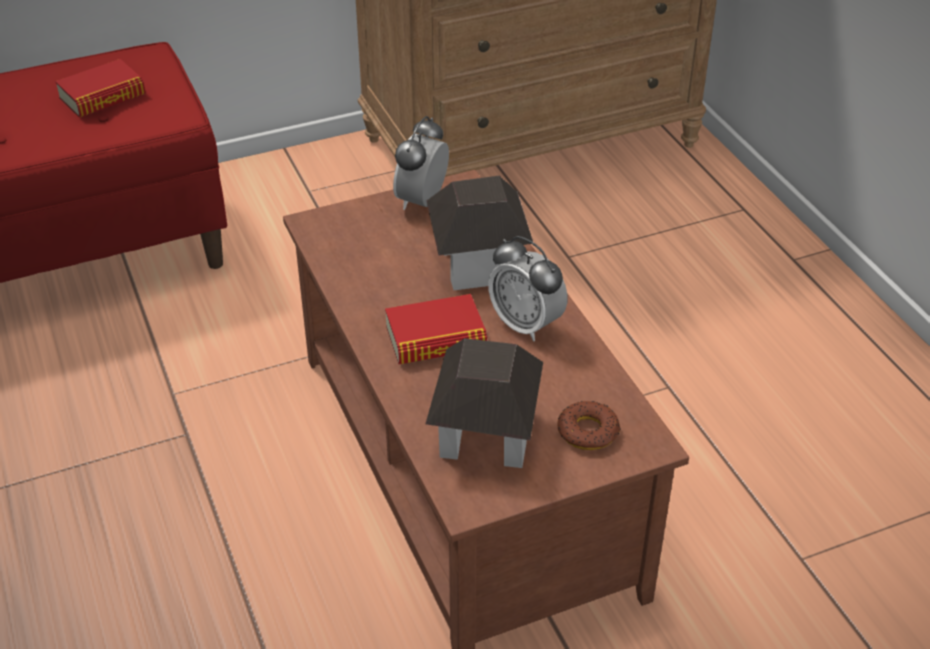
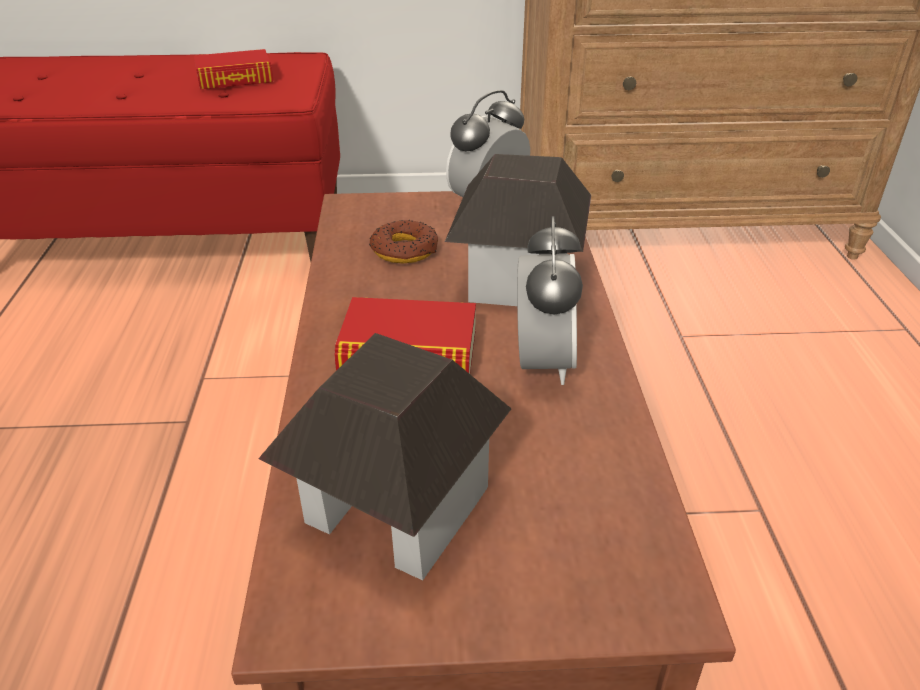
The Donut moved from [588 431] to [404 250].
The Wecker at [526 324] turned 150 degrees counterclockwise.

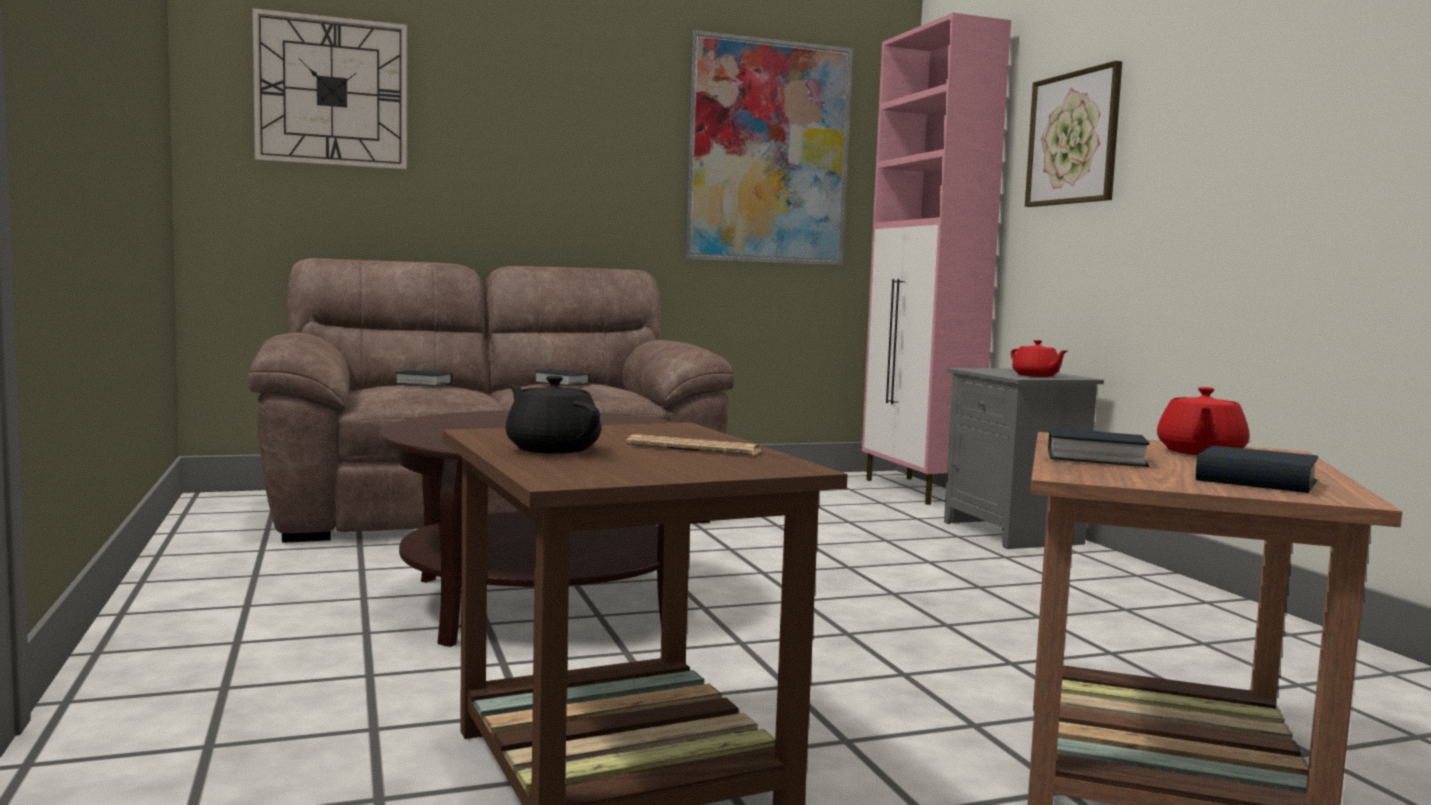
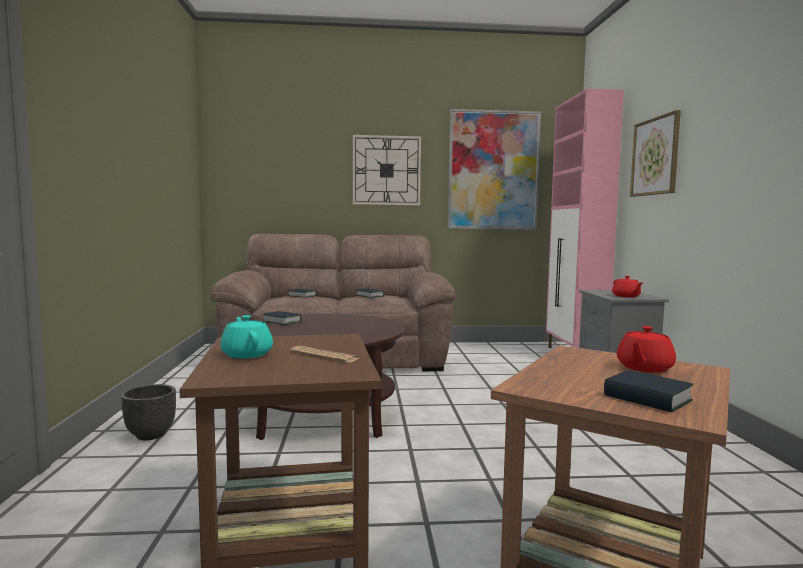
The Pflanzkübel/schwarz at [151 435] appeared.
The Teekanne/schwarz at [552 449] became the Teekanne/türkis at [247 354].
The Buch moved from [1095 459] to [282 322].
The Wanduhr moved from [331 92] to [386 170].

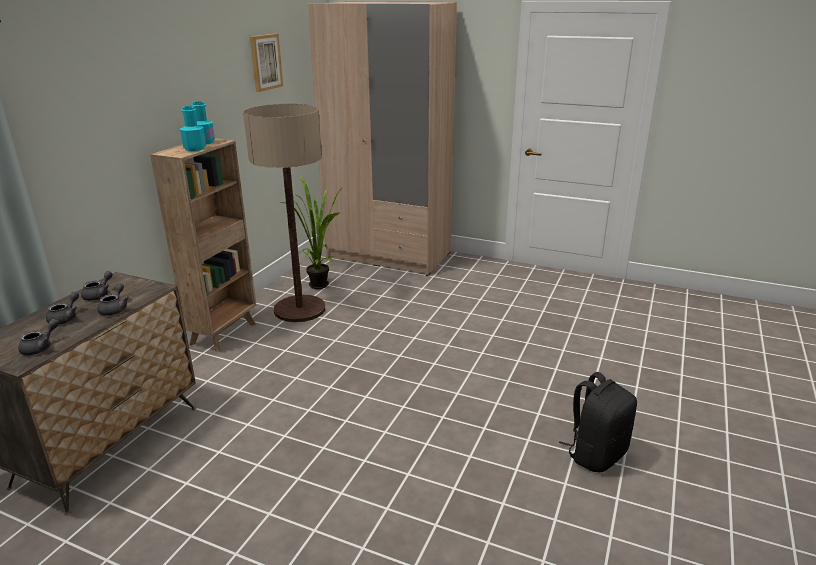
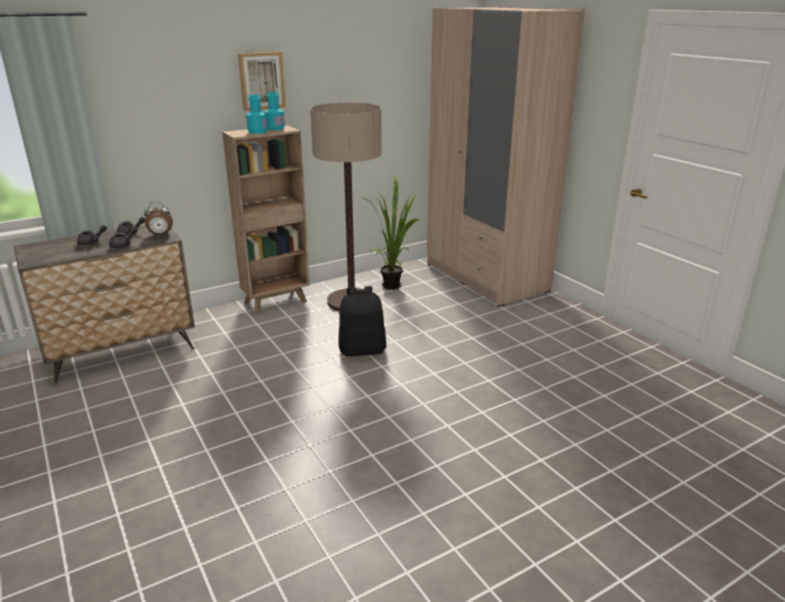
The Wecker at [160 235] appeared.
The Bild moved from [265 62] to [261 81].
The Rucksack/schwarz moved from [596 454] to [362 350].
The Teekanne/grau at [41 347] disappeared.

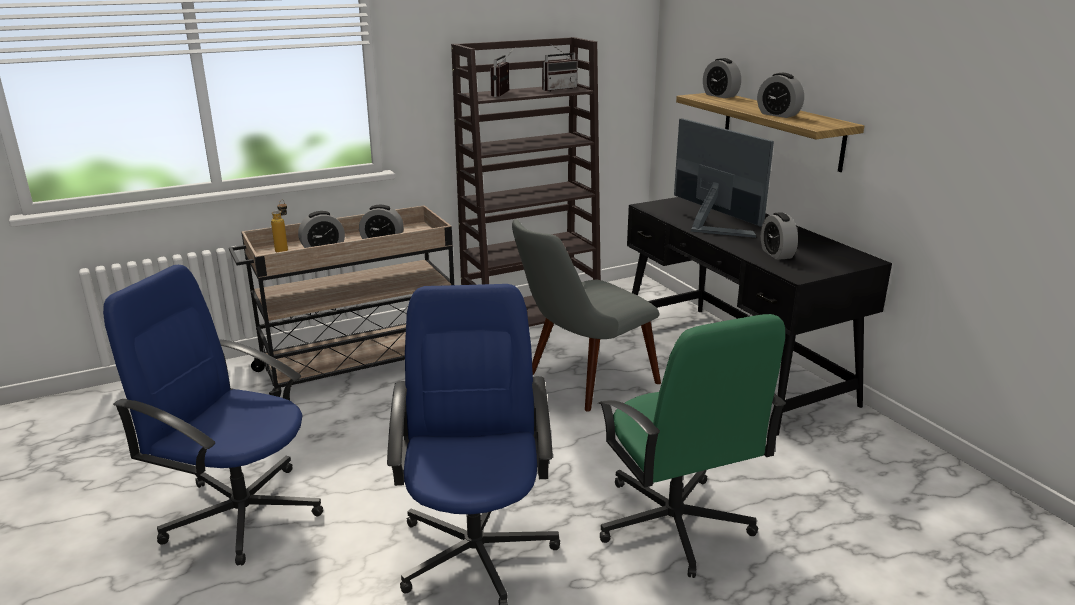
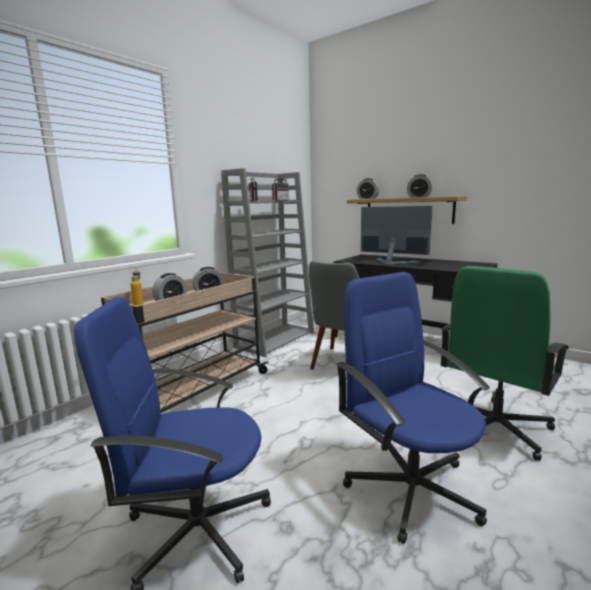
The Bücherregal/braun at [532 313] became the Bücherregal/grau at [275 339].
The Bürostuhl/grün at [673 524] turned 90 degrees clockwise.
The Wecker at [776 254] disappeared.

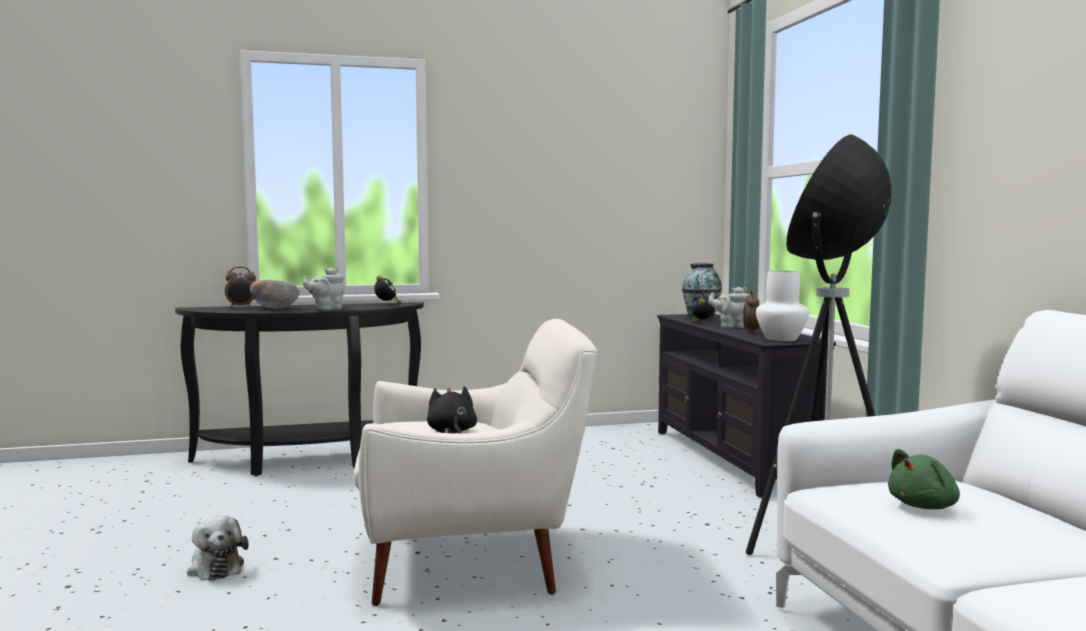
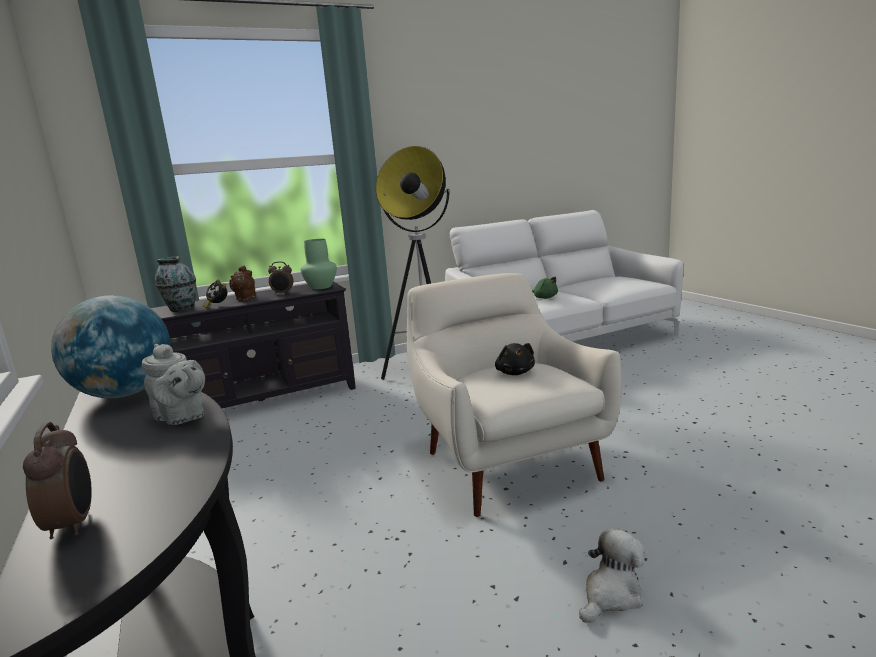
The Wecker at [387 304] was replaced by the Globus at [125 394].
The Teekanne/grau at [731 326] became the Teekanne/braun at [245 299].
The Vase/weiß at [780 339] became the Vase/grün at [321 287].
The Plüschtier/schwarz at [451 432] turned 75 degrees counterclockwise.
The Schüssel at [275 309] disappeared.

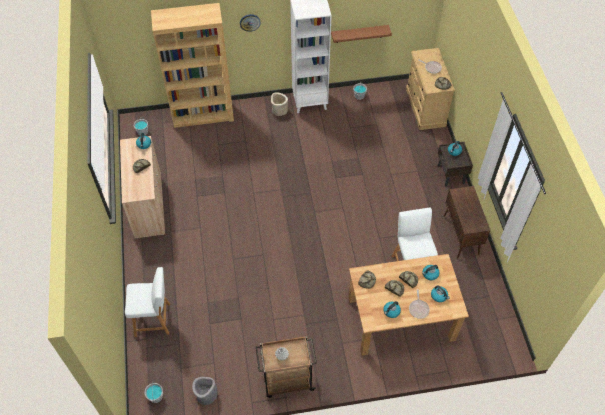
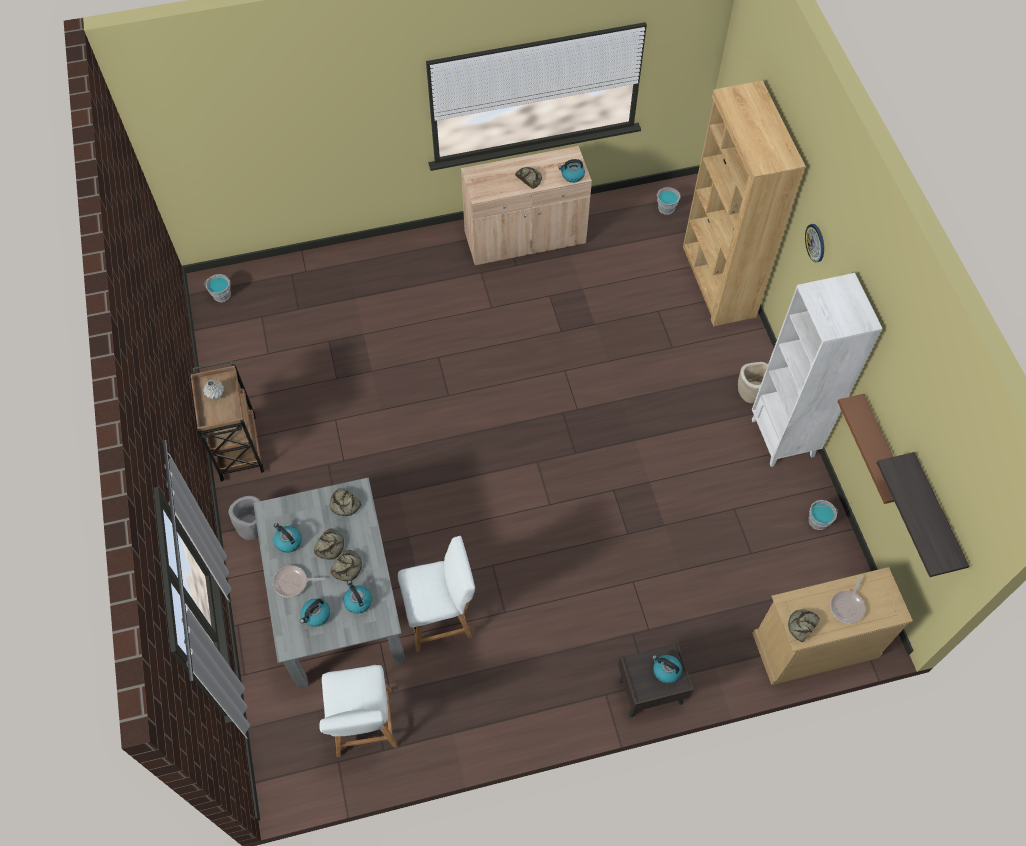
The Pflanzkübel/grau moved from [206 395] to [252 526].
The Esstisch/braun at [401 318] became the Esstisch/grau at [339 602].
The Stuhl/weiß moved from [155 319] to [364 726].
The Wandregal at [935 514] appeared.
The Schrank/braun at [461 235] disappeared.

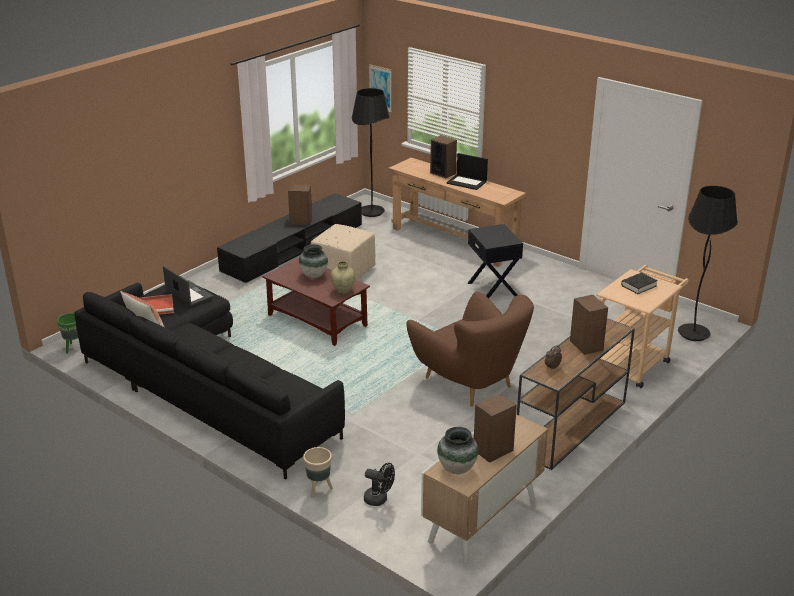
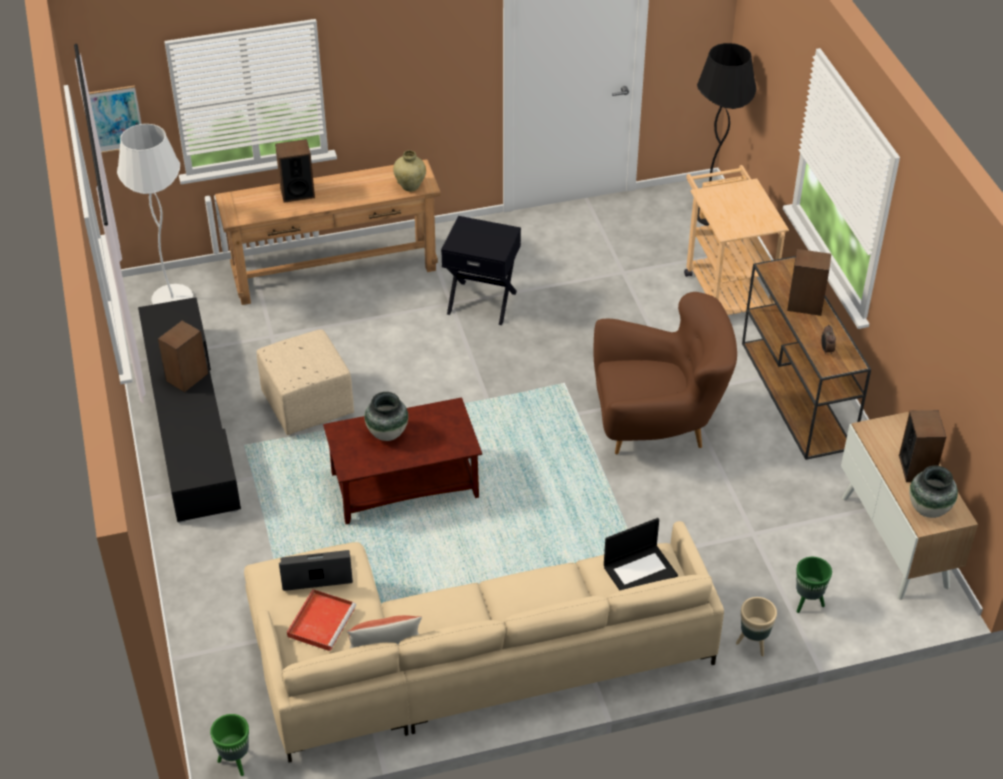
The Stehlampe/schwarz at [372 212] became the Stehlampe/weiß at [173 300].
The Sofa/schwarz at [205 386] became the Sofa/beige at [462 658].
The Vase/beige moved from [343 290] to [410 186].
The Laptop moved from [467 182] to [640 570].
The Ventilator/schwarz at [379 499] was replaced by the Pflanzkübel/grün at [807 603].
The Buch/schwarz at [638 286] disappeared.

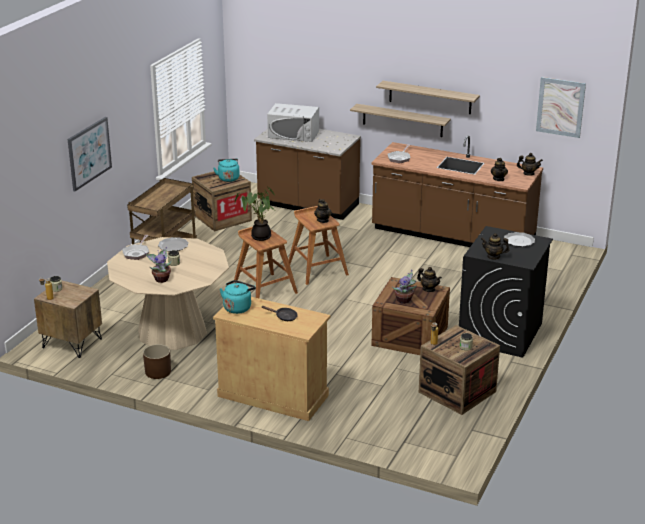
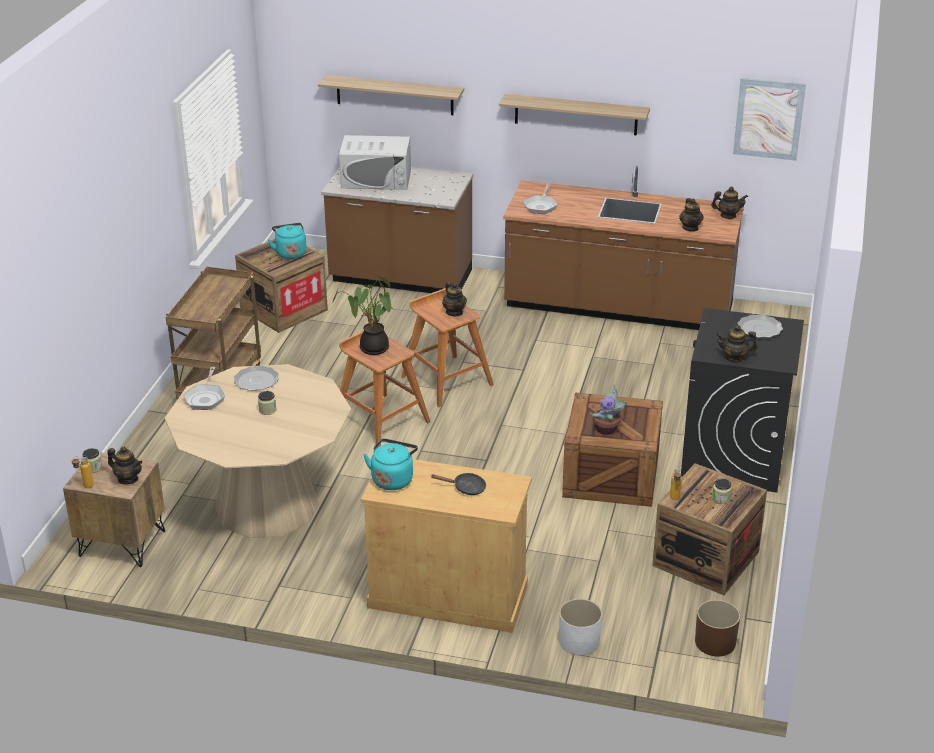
The Teekanne moved from [428 289] to [128 479].
The Wandregal moved from [402 120] to [394 95].
The Pflanzkübel/weiß at [579 641] appeared.
The Pflanzkübel/braun moved from [157 372] to [715 642].
The Bild at [89 153] disappeared.
The Topfpflanze at [161 279] disappeared.

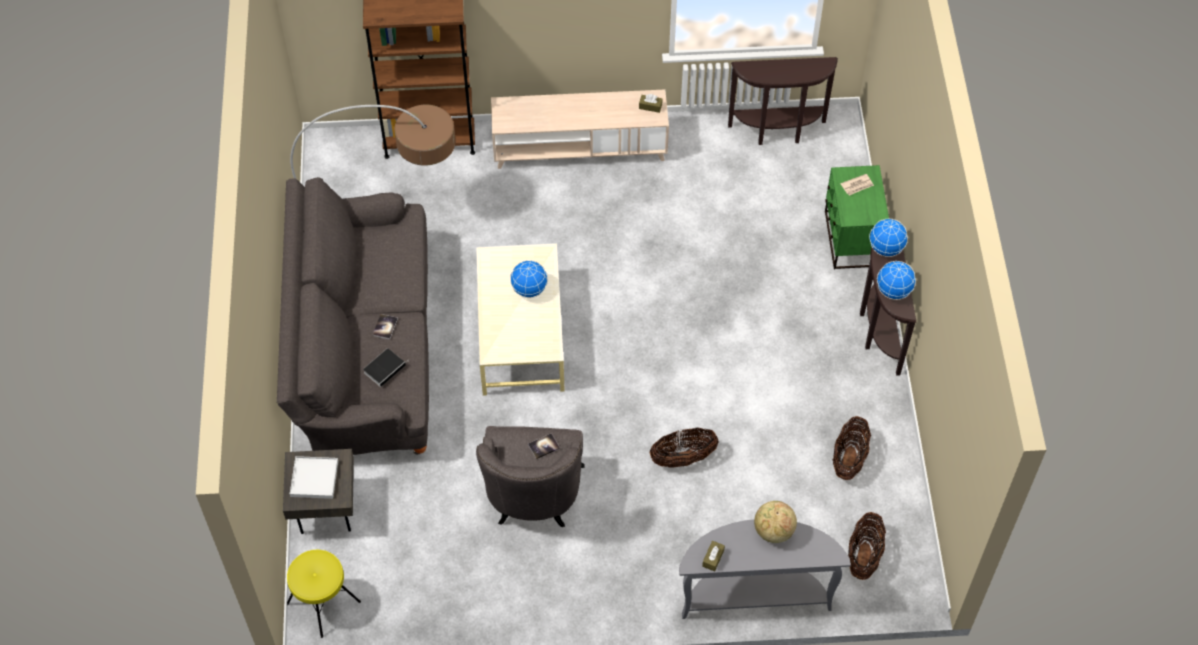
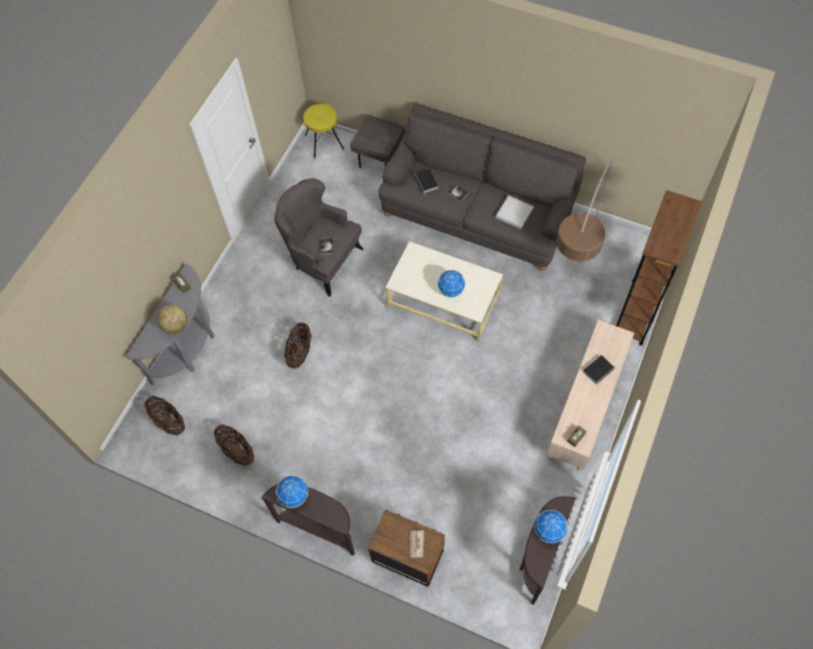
The Nachttisch/grün at [850 239] became the Nachttisch/braun at [407 556].
The Tablett/weiß moved from [314 478] to [514 213].
The Globus moved from [886 248] to [549 531].
The Buch at [598 370] appeared.

